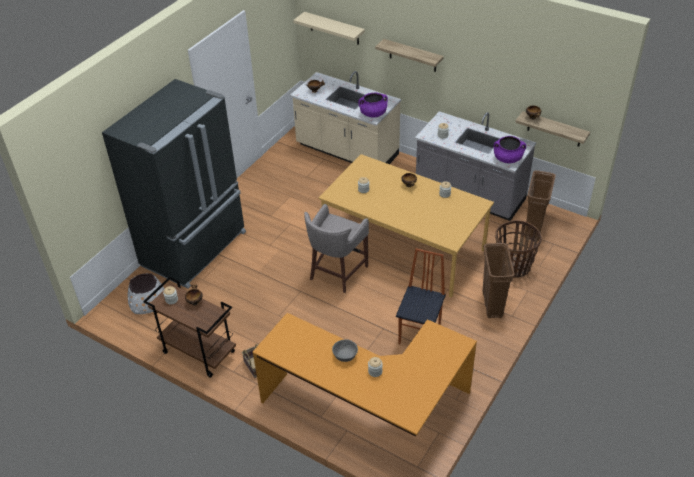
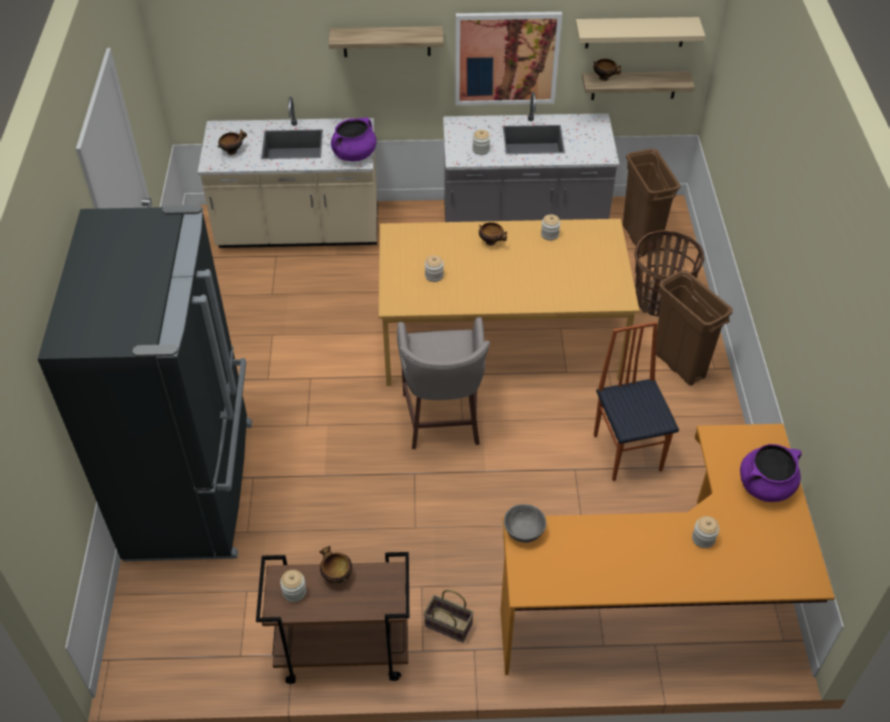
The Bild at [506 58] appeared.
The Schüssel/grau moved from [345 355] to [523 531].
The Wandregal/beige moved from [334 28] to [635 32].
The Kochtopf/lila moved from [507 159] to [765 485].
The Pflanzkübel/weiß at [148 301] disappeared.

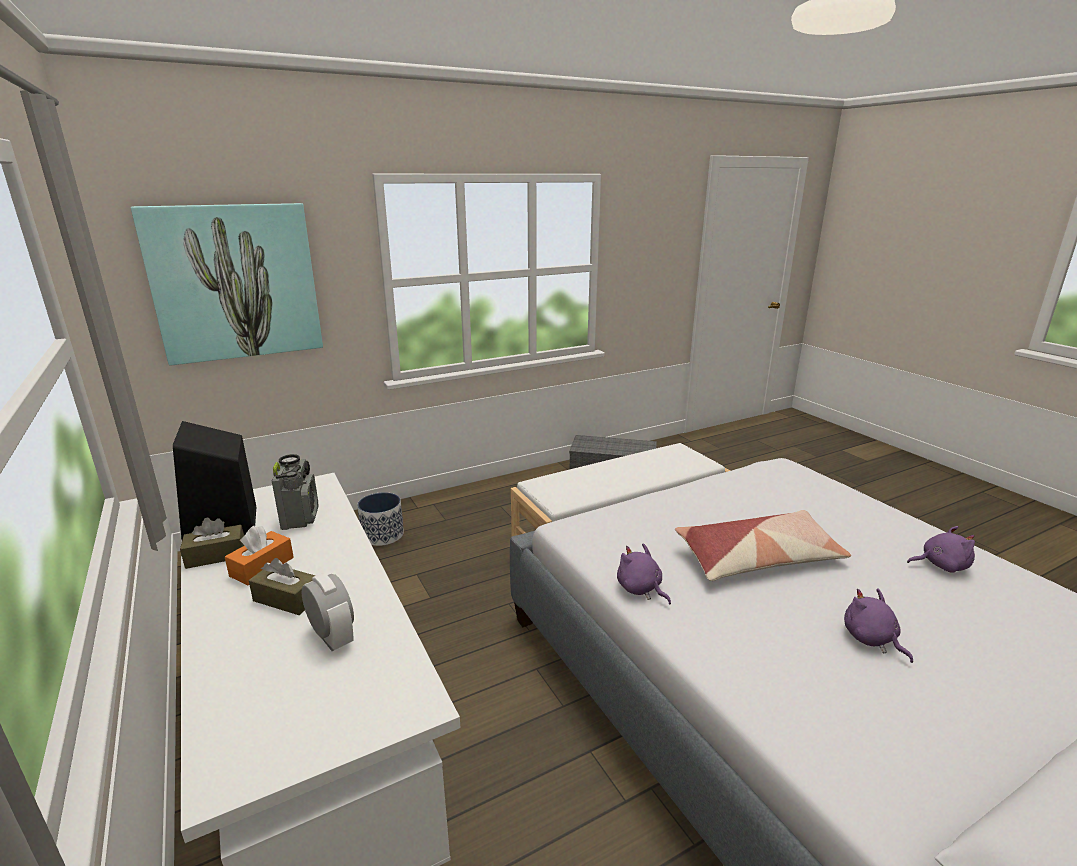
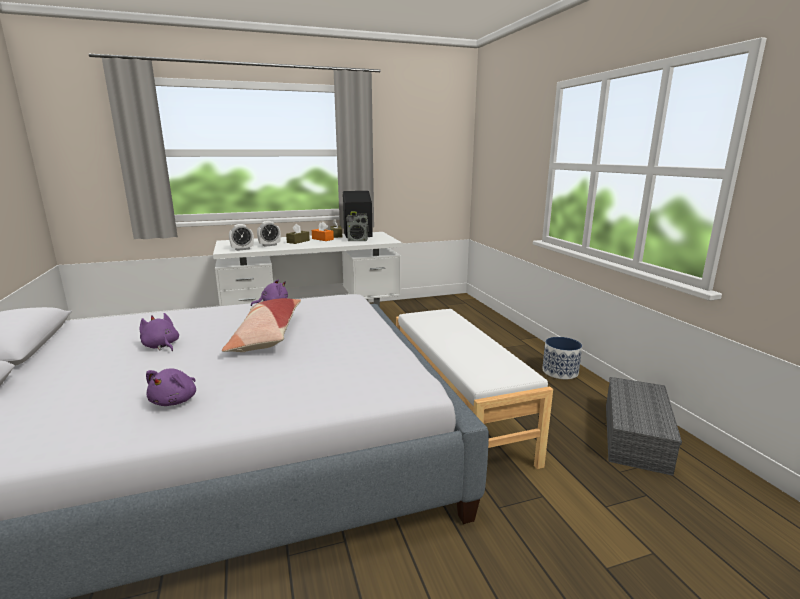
The Plüschtier/lila at [871 639] turned 120 degrees counterclockwise.
The Wecker at [242 249] appeared.
The Pflanzkübel moved from [382 535] to [560 372].
The Bild at [235 282] disappeared.

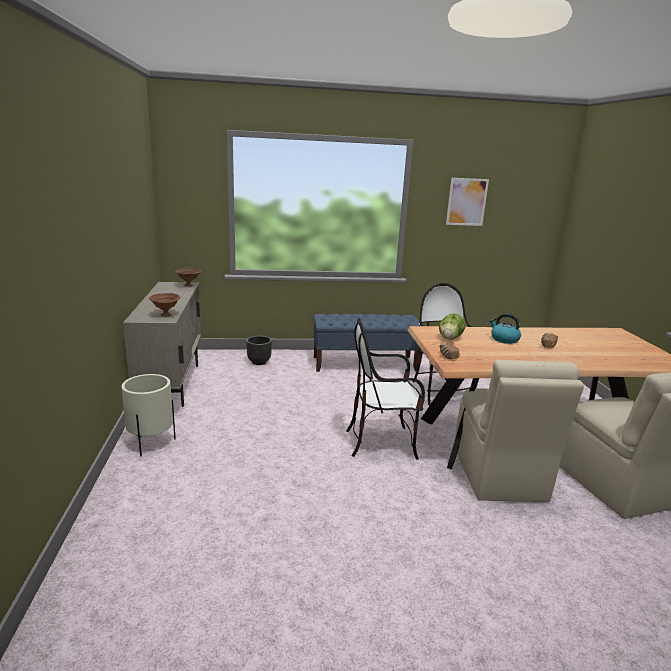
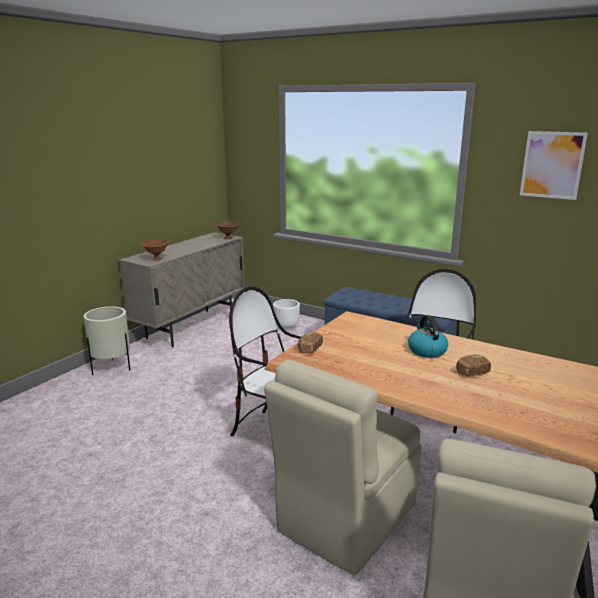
The Pflanzkübel/schwarz at [258 362] became the Pflanzkübel/weiß at [286 327].
The Salatkopf at [450 338] disappeared.

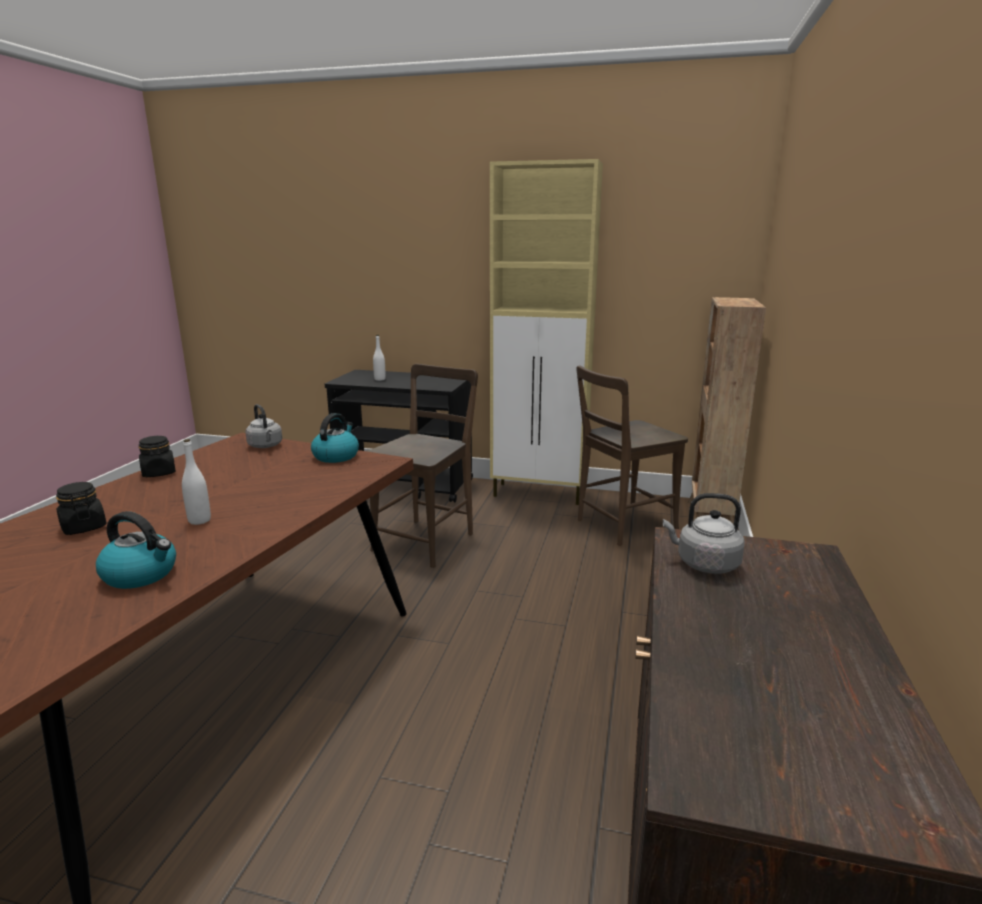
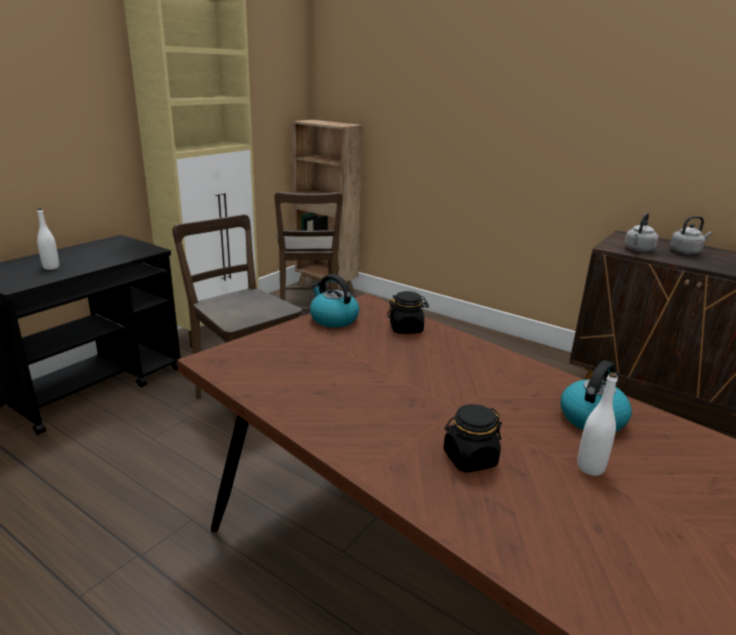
The Vorratsglas/schwarz moved from [159 473] to [406 329].
The Flasche/weiß moved from [199 520] to [590 468].
The Wasserkessel/grau moved from [266 446] to [686 251].

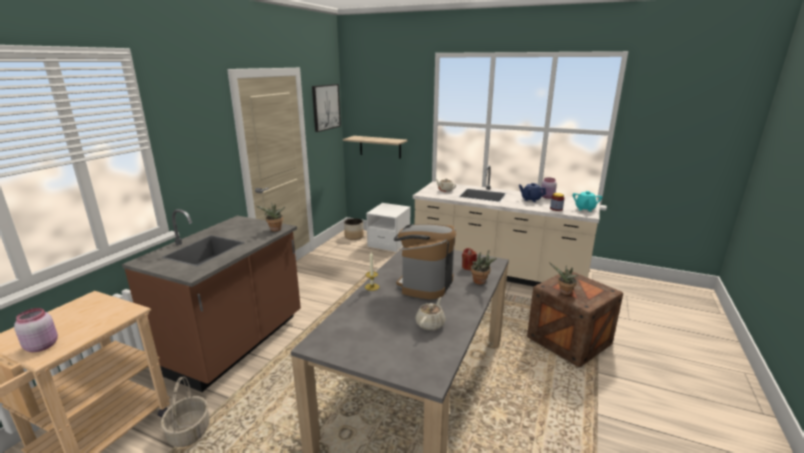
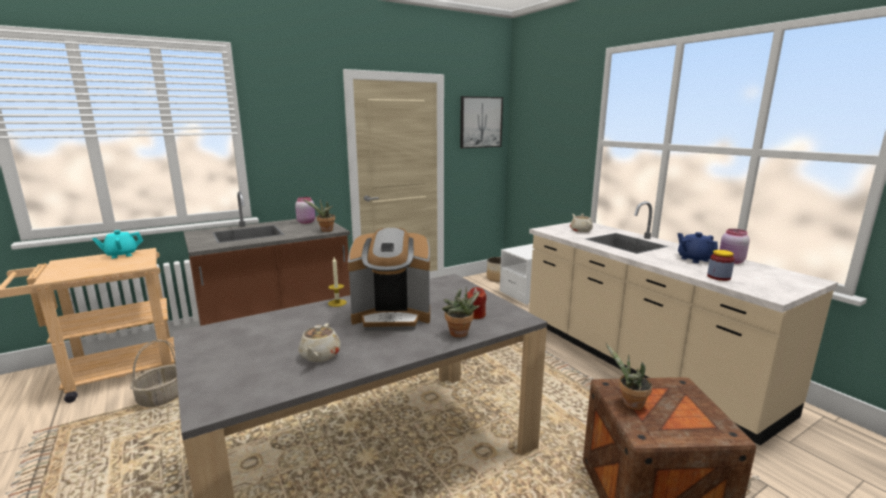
The Teekanne/türkis moved from [585 209] to [121 255].
The Vorratsglas/rosa moved from [42 346] to [306 222].
The Teekanne/beige at [430 324] turned 120 degrees clockwise.
The Kaffeemaschine at [424 284] turned 150 degrees counterclockwise.
The Wandregal at [380 147] disappeared.

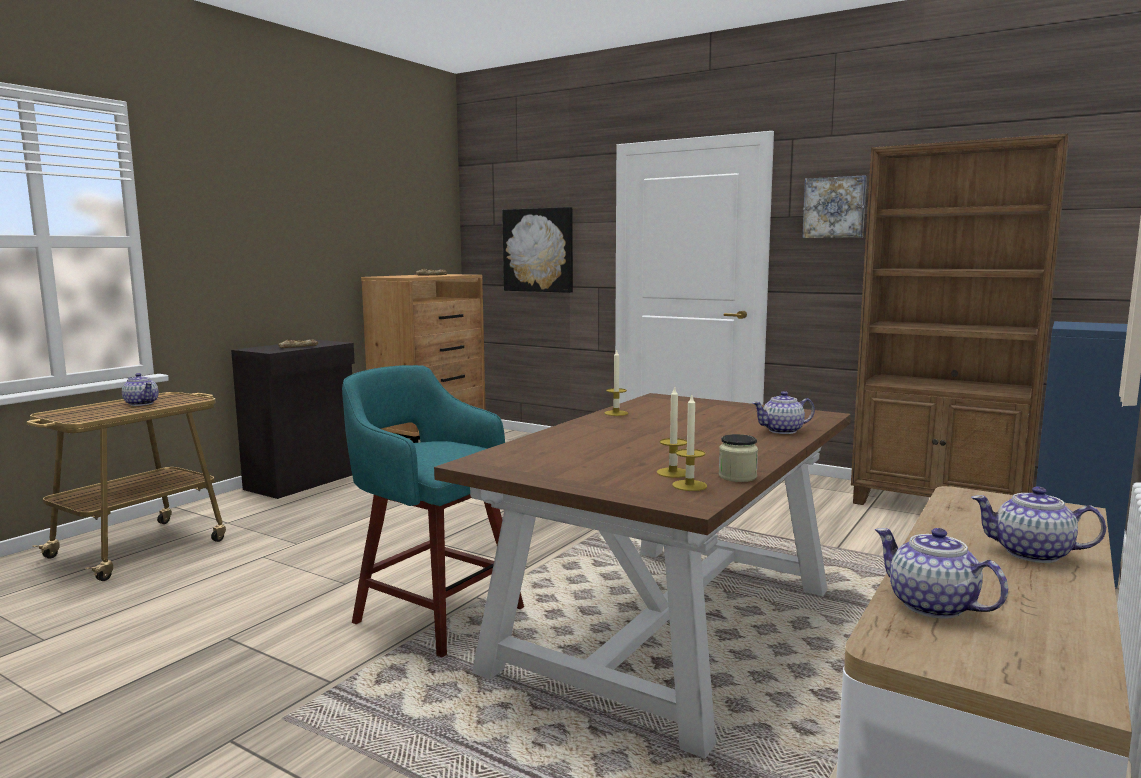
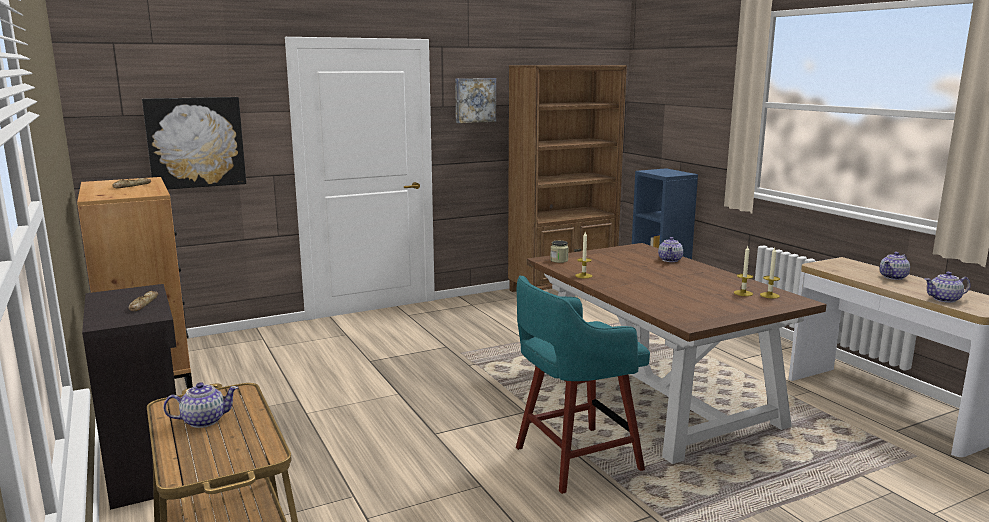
The Vorratsglas moved from [737 477] to [559 260].

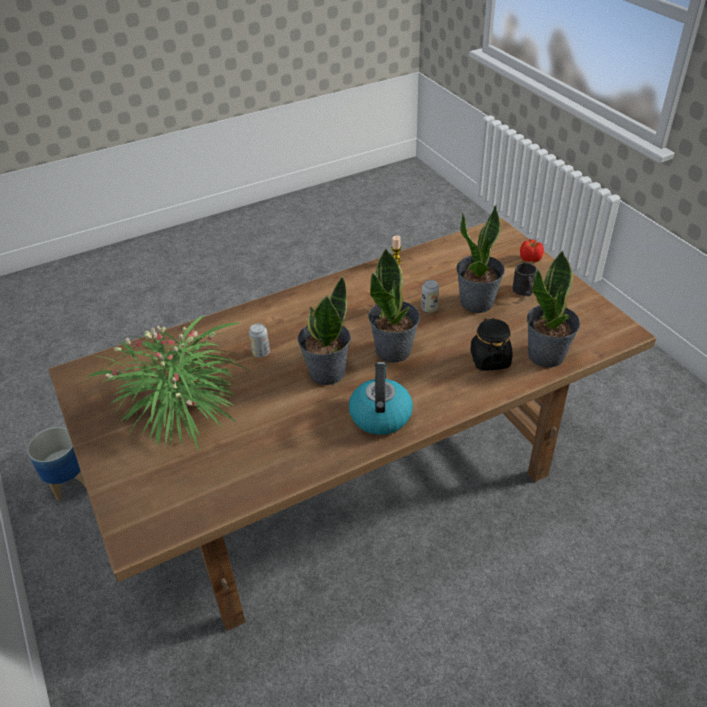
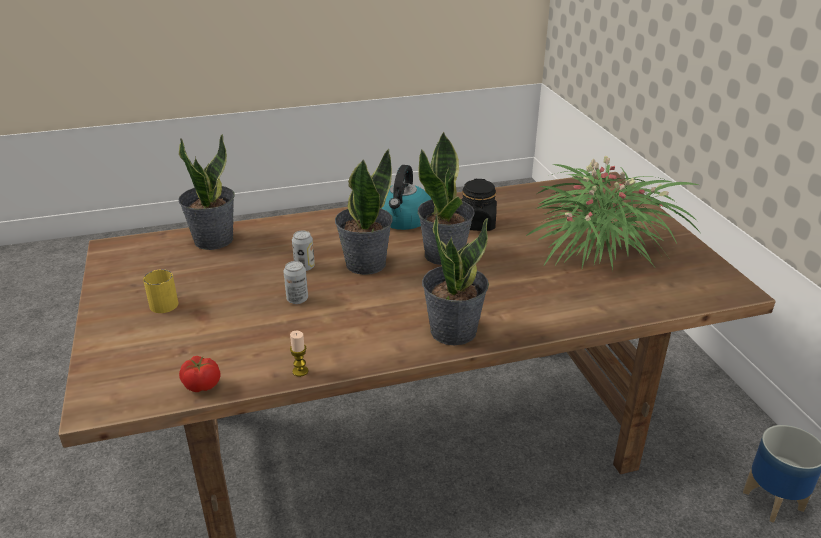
The Henkelbecher/schwarz at [524 292] became the Henkelbecher/gelb at [166 301].
The Tomate moved from [530 259] to [202 385].
The Dose moved from [261 352] to [304 267].
The Topfpflanze moved from [477 302] to [453 330].
The Vorratsglas/schwarz moved from [489 359] to [477 224].

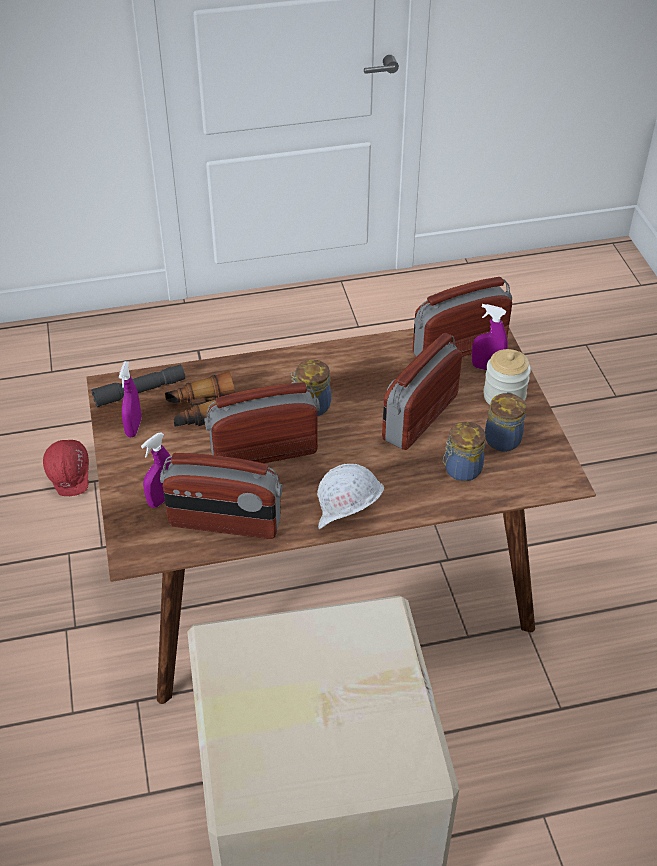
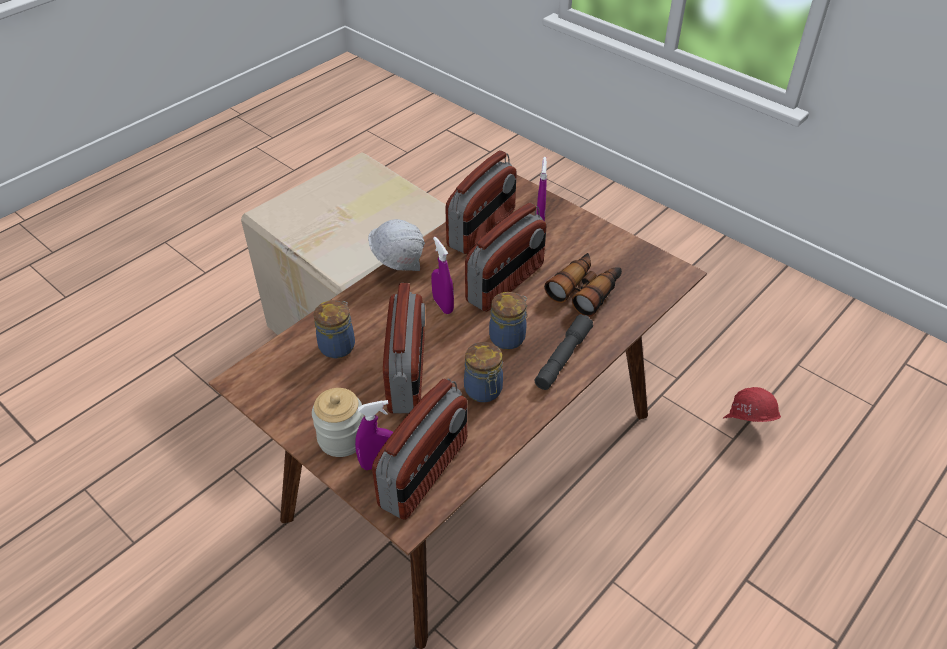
The Sprühflasche/lila moved from [134 427] to [443 305].
The Radio at [224 523] turned 150 degrees clockwise.
The Vorratsglas moved from [502 439] to [484 391].
The Taschenlampe/grau moved from [140 391] to [563 358].

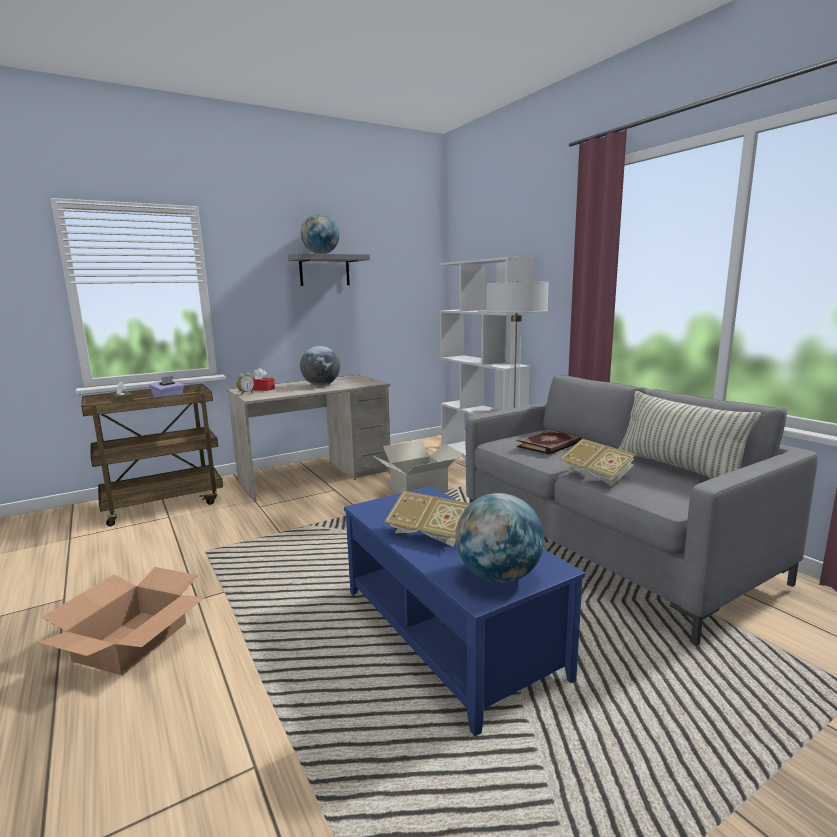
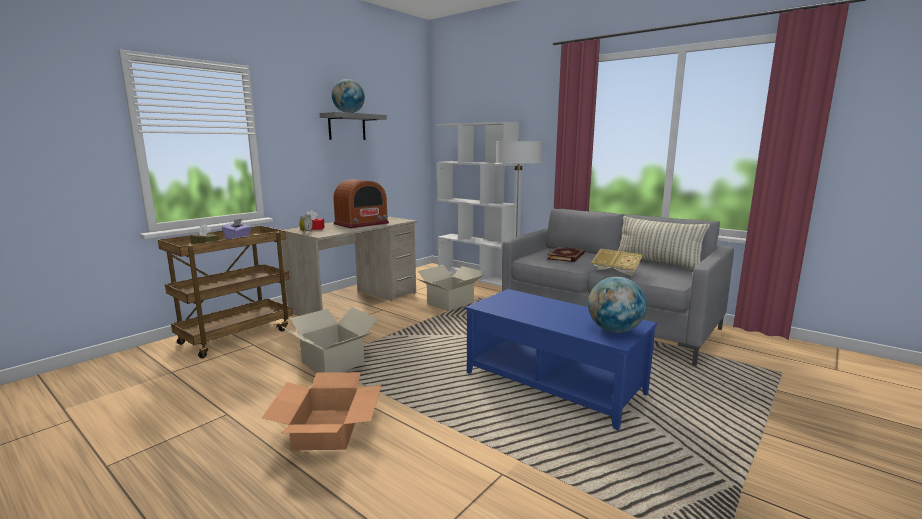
The Karton at [333 363] appeared.
The Globus at [321 385] was replaced by the Radio at [361 223].
The Buch at [429 534] disappeared.

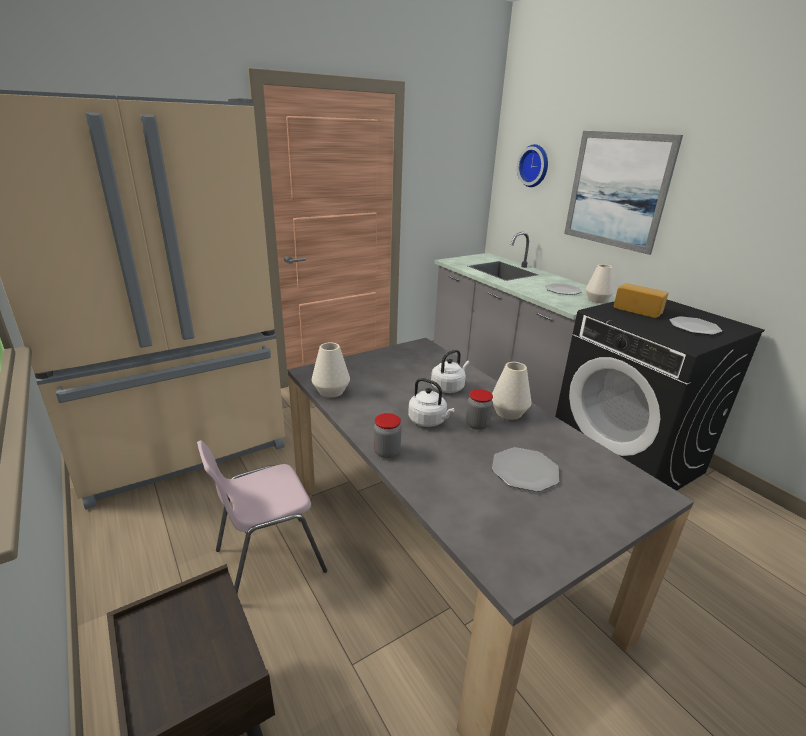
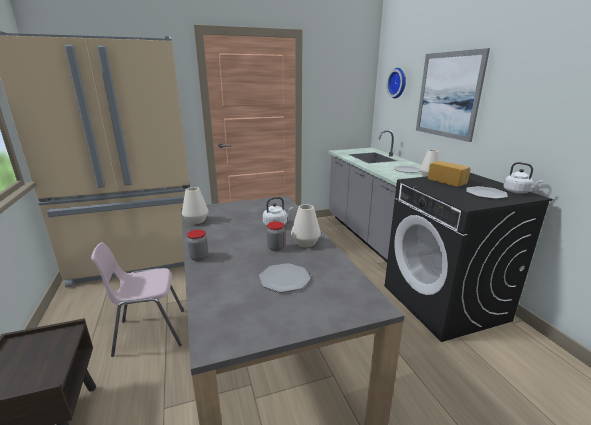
The Wasserkessel/weiß moved from [429 421] to [517 192].

